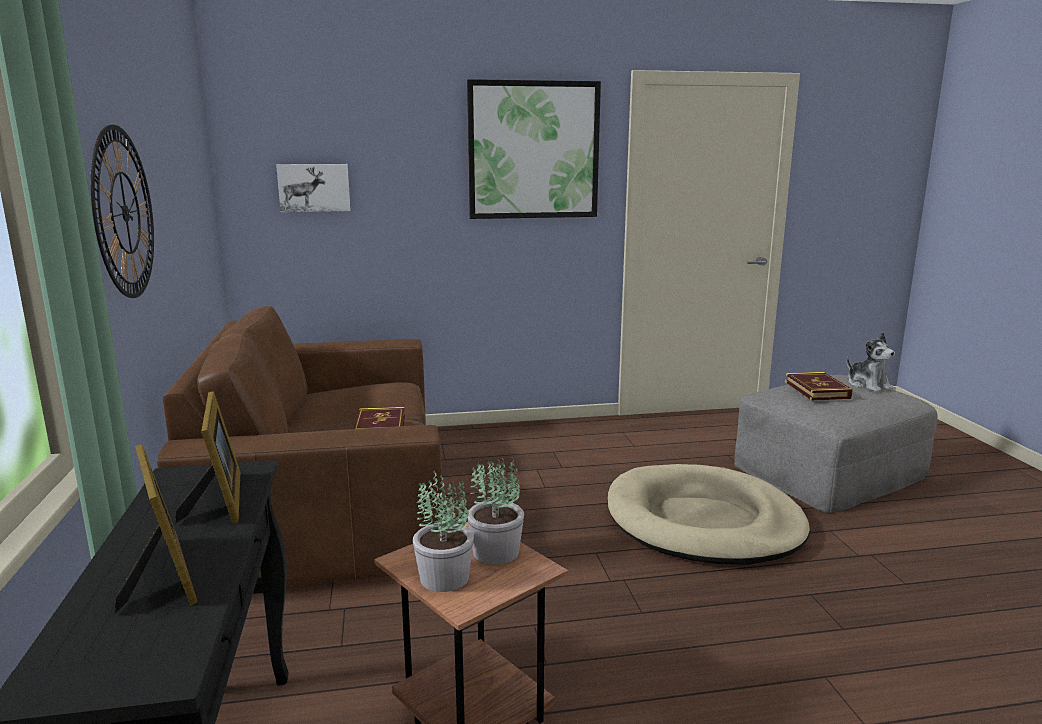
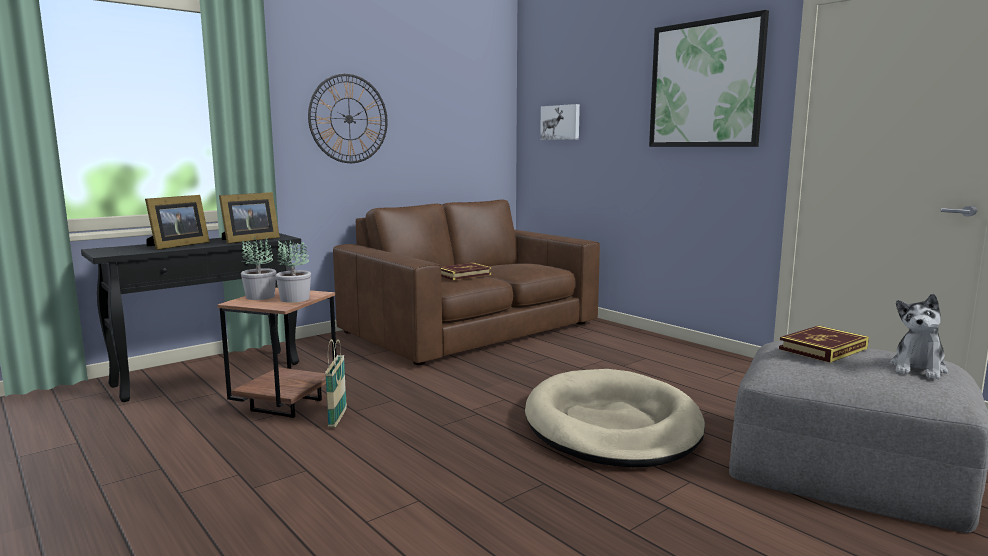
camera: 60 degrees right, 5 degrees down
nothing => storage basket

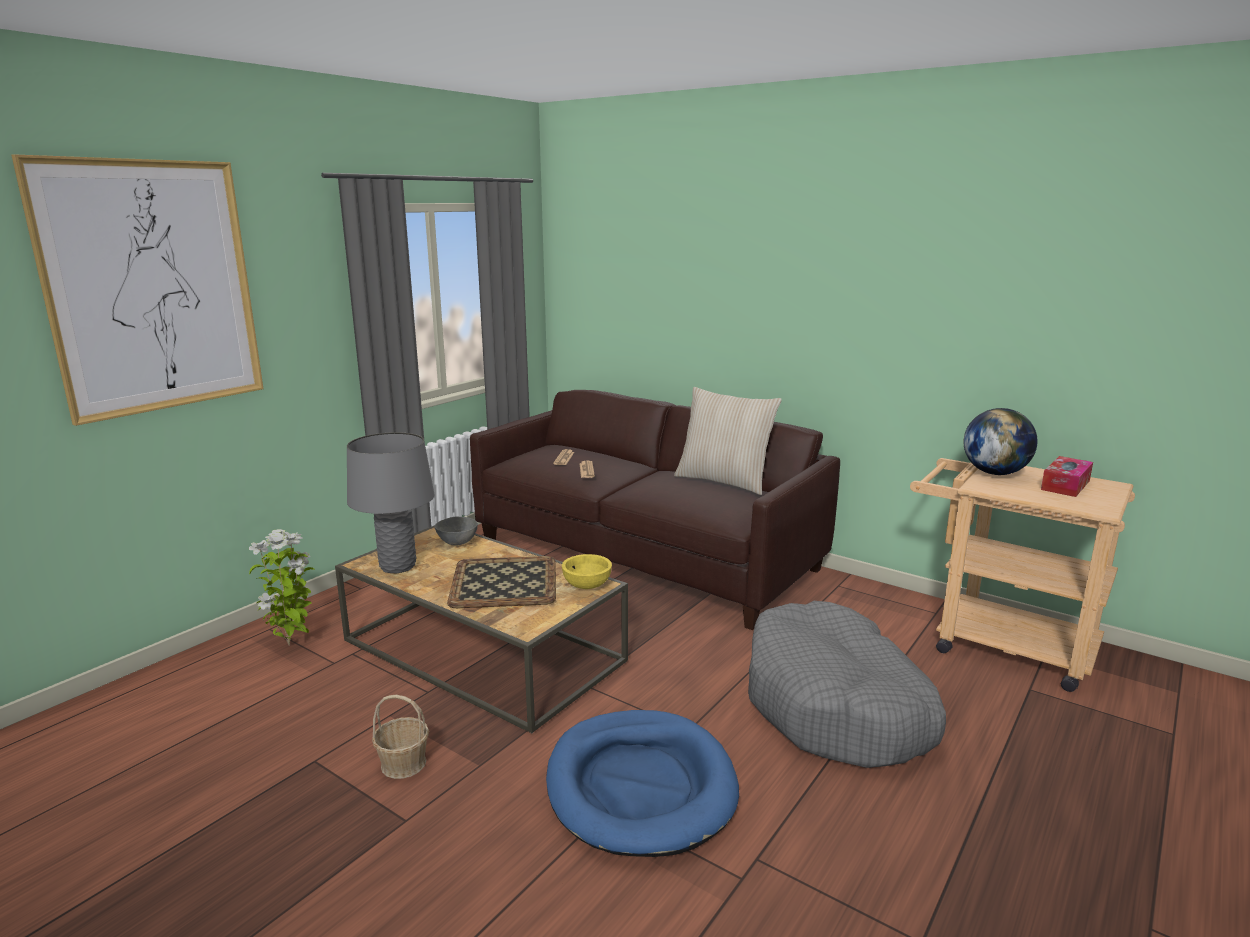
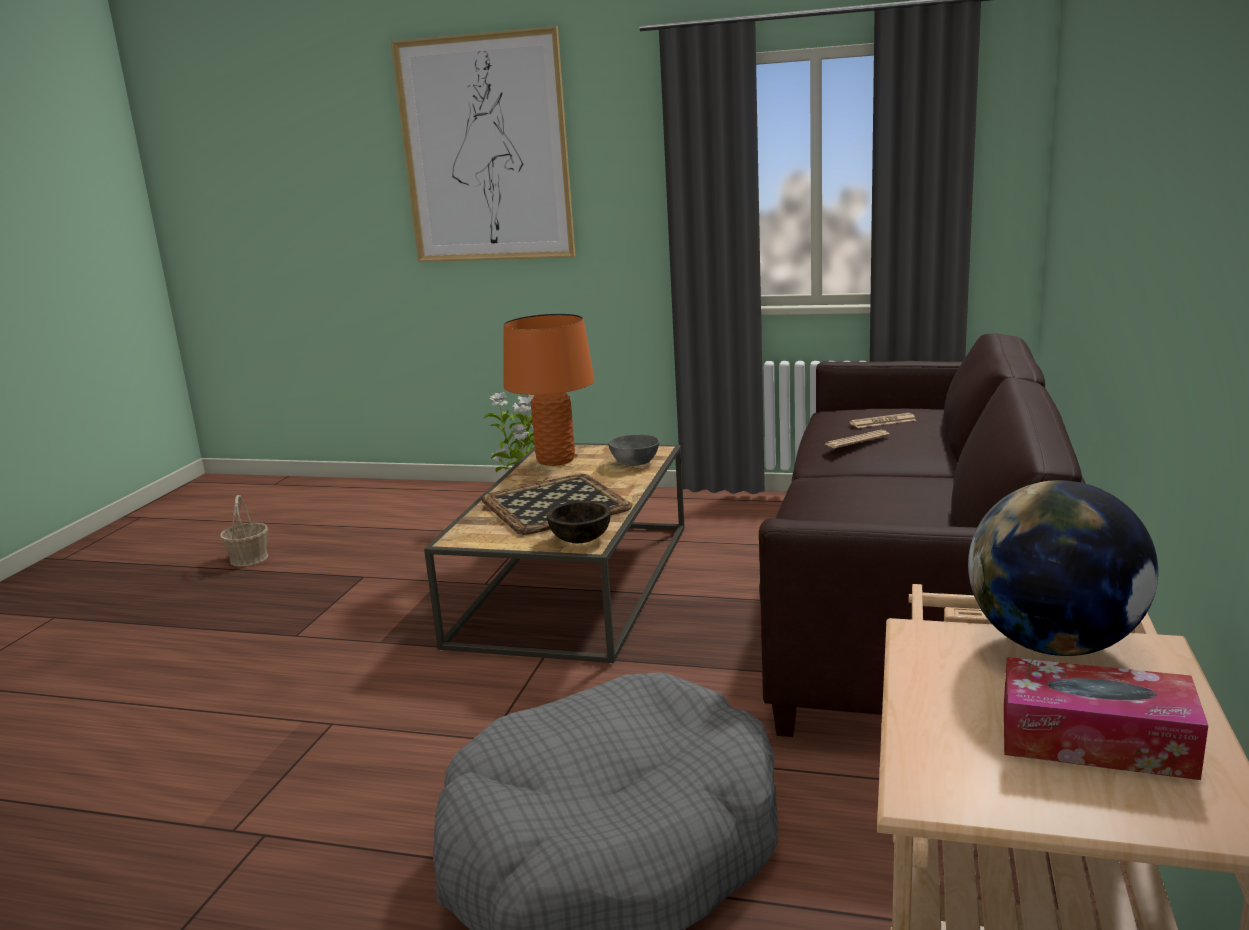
camera: 70 degrees right, 0 degrees up
blue dog cushion => nothing
beige cushion => nothing
storage basket, relocated
grey tabletop lamp => orange-coloured tabletop lamp
yellowish serving bowl => brown-coloured serving bowl

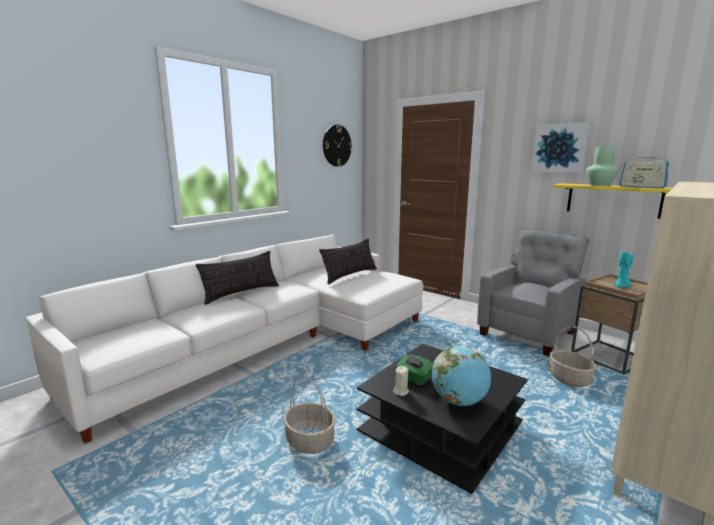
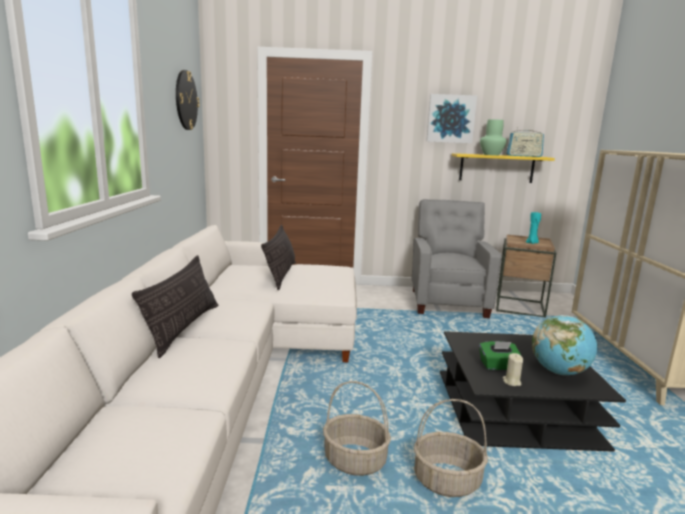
camera: 40 degrees left, 0 degrees up
storage basket (no. 2 from left in the first image) => storage basket (no. 1 from left), relocated

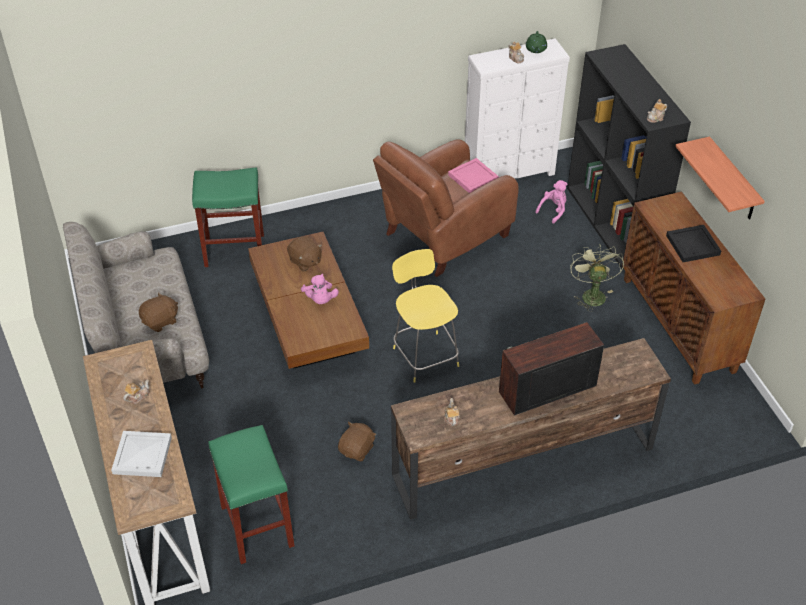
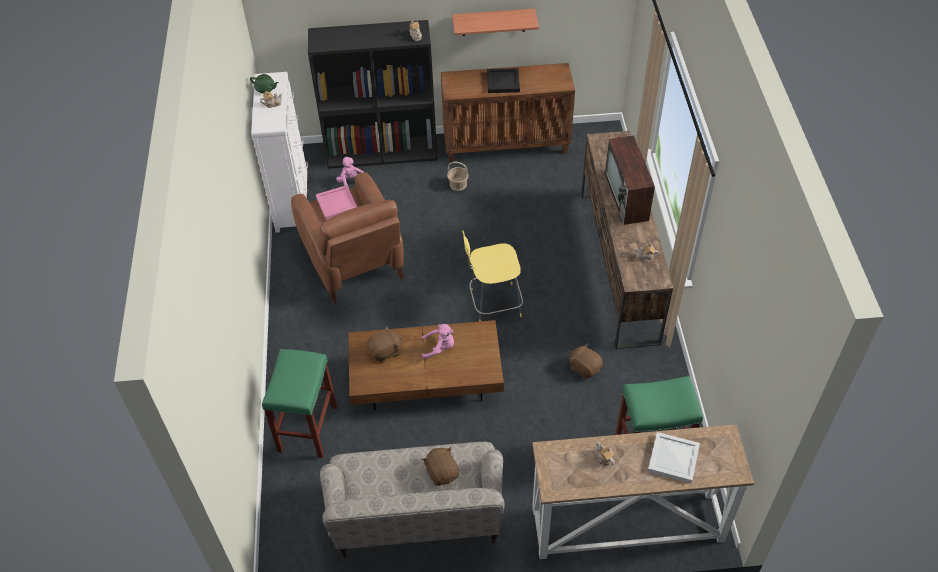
camera: 75 degrees left, 5 degrees up
greenish electric fan => storage basket

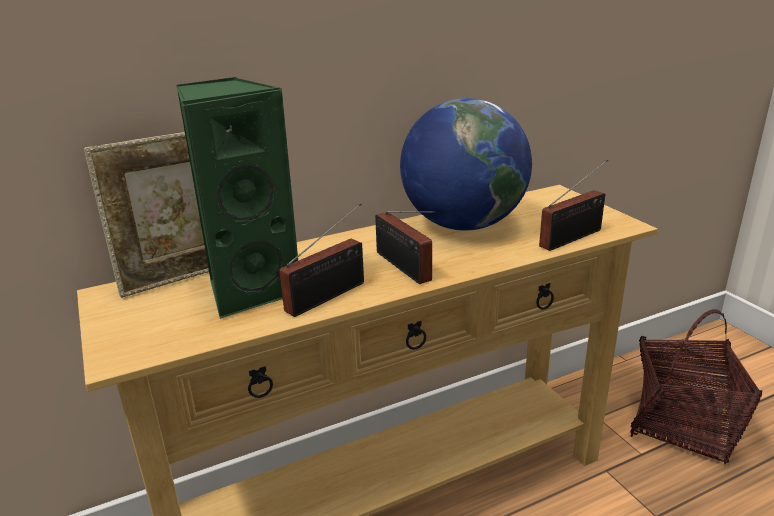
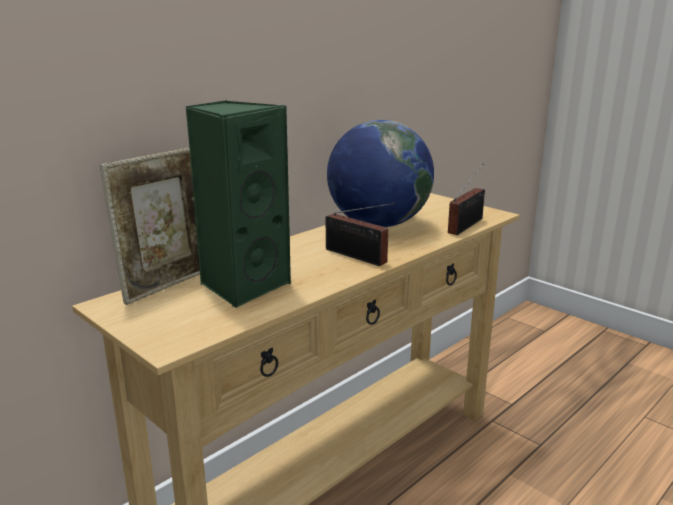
camera: 20 degrees left, 5 degrees down
radio set (no. 1 from left) => nothing
storage basket => nothing

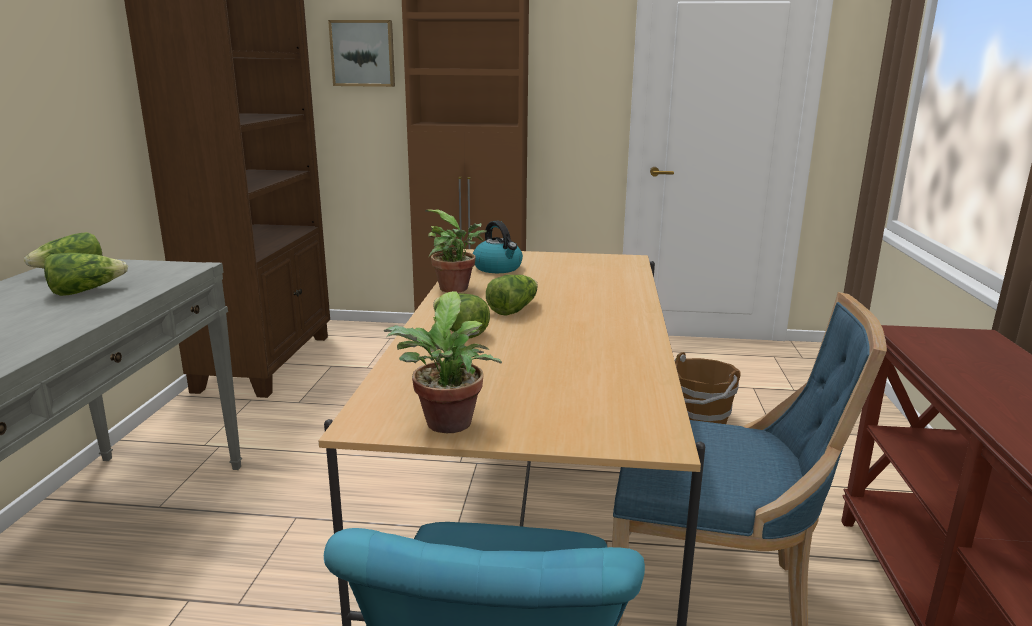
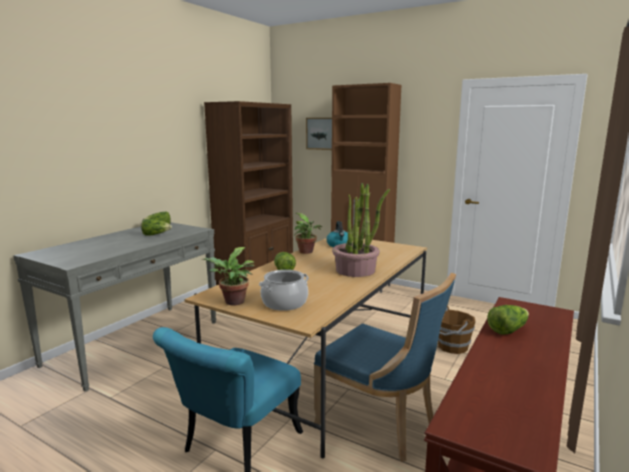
camera: 25 degrees right, 5 degrees down
nothing => cooking pot
nothing => potted plant (no. 3 from left)
head of lettuce (no. 4 from left), relocated

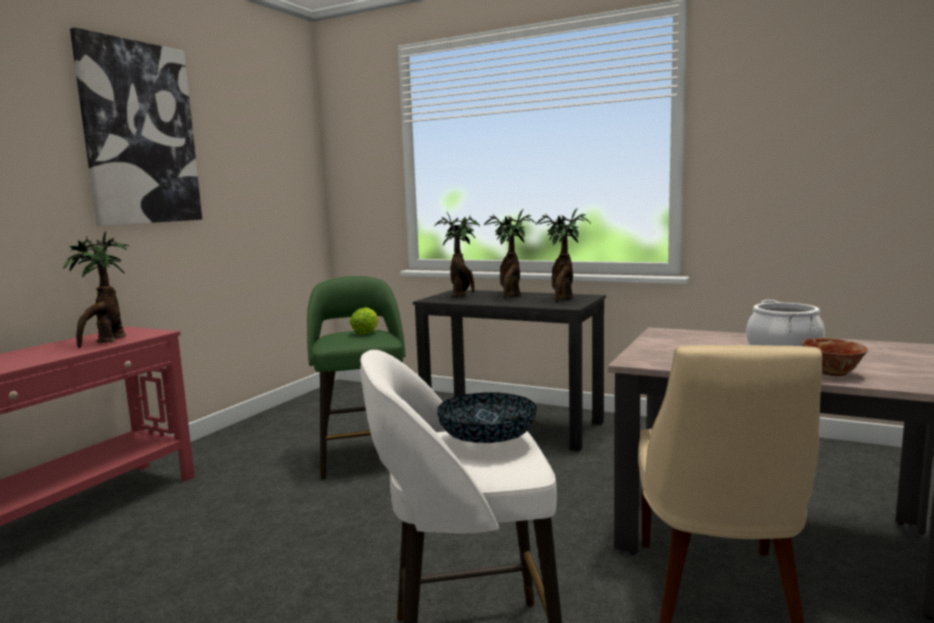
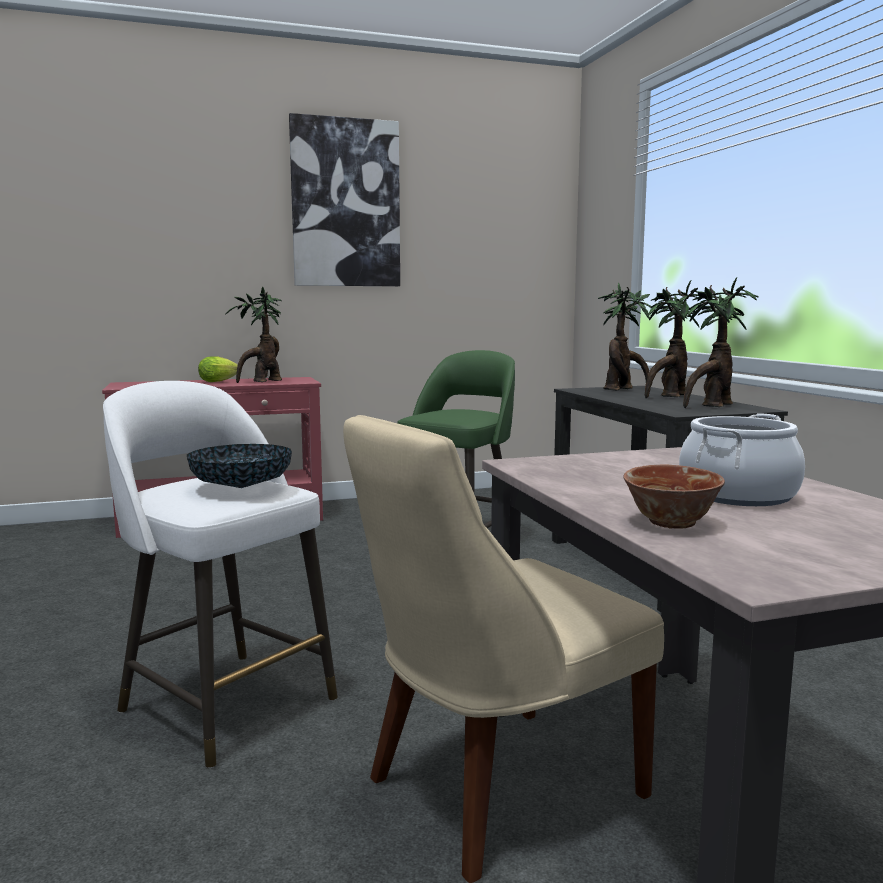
camera: 45 degrees right, 0 degrees up
head of lettuce, relocated

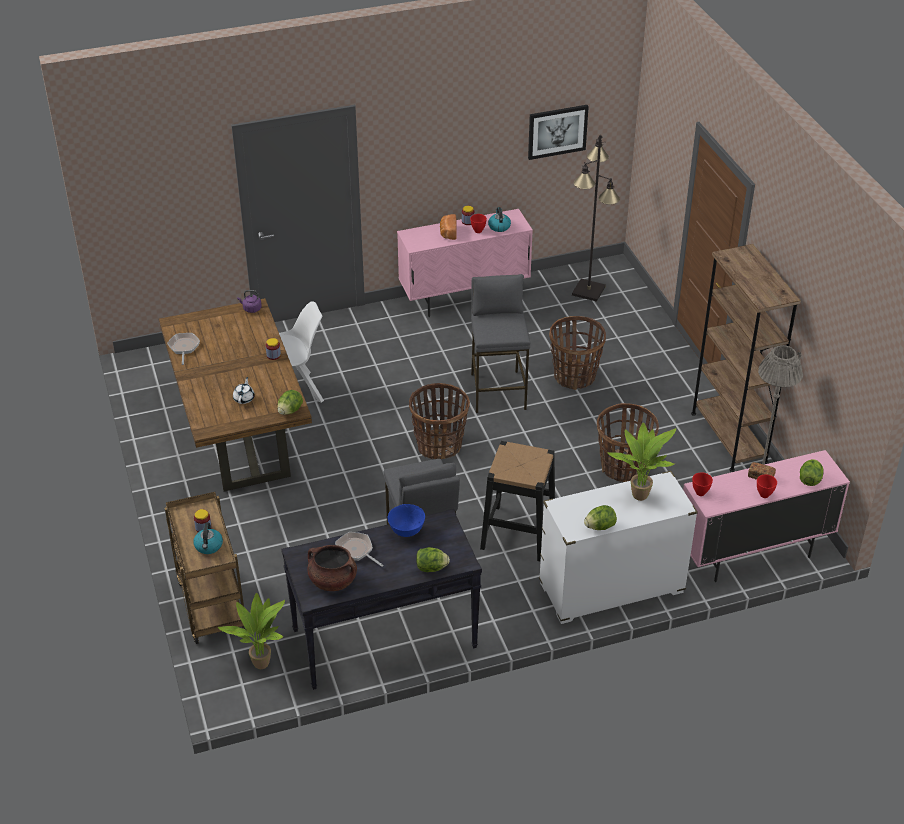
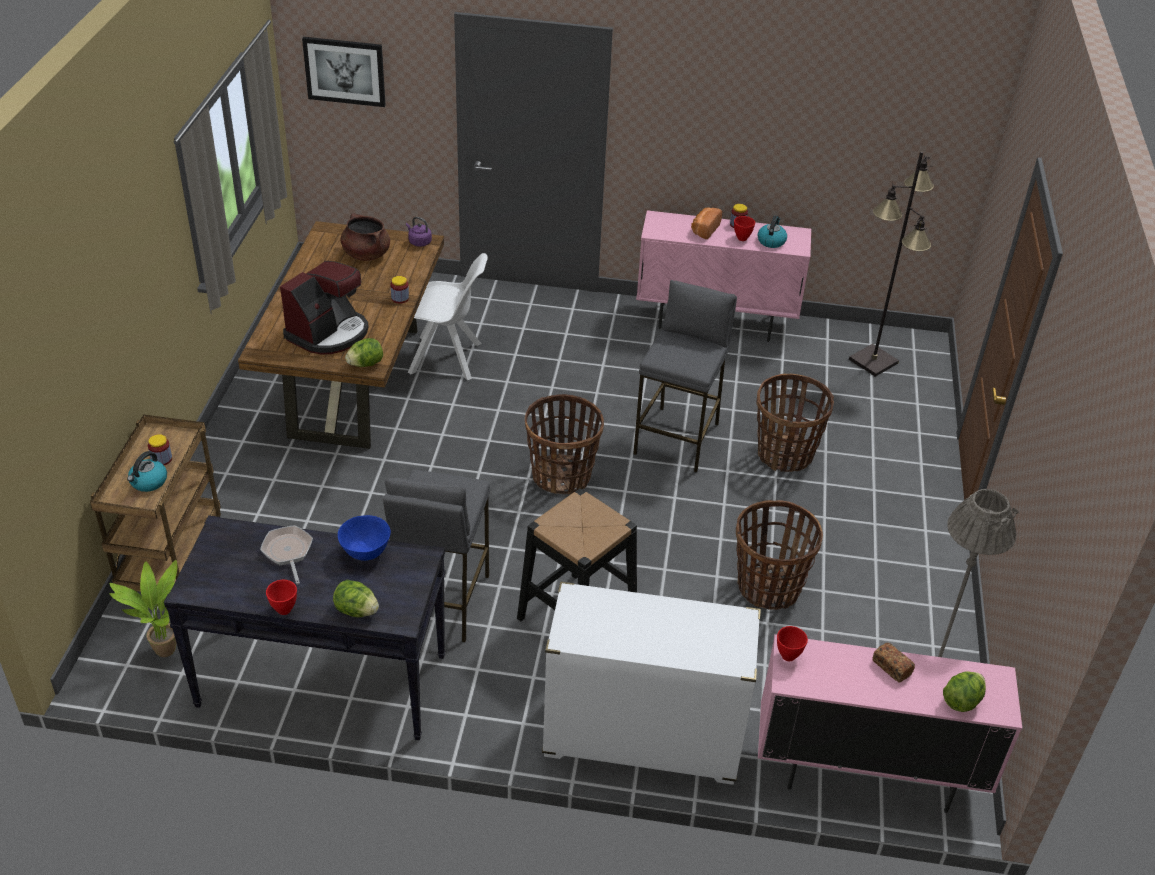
camera: 25 degrees right, 0 degrees up
frying pan (no. 1 from left) => nothing
head of lettuce (no. 3 from left) => nothing
potted plant (no. 2 from left) => nothing
brown-coloured bookshelf => nothing
brown-coloured cooking pot, relocated
wall picture, relocated
red serving bowl (no. 3 from left in the first image) => red serving bowl (no. 1 from left), relocated
white-coloured pot for tea => coffee machine

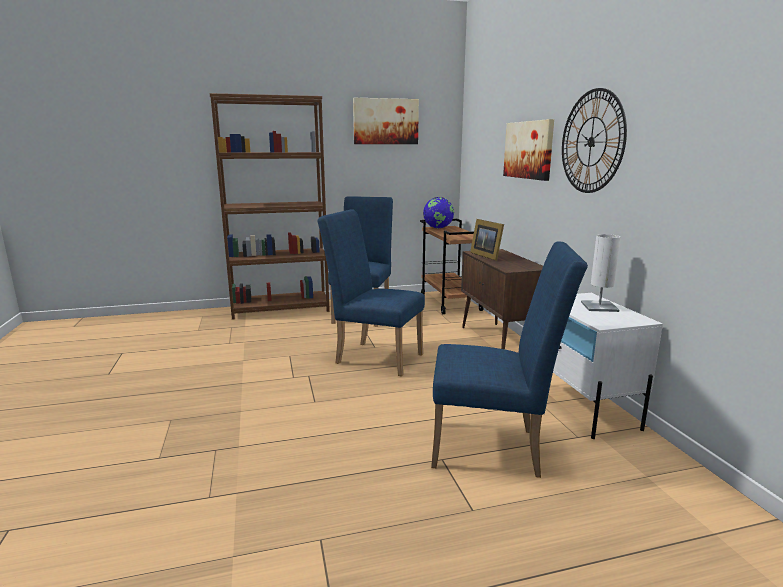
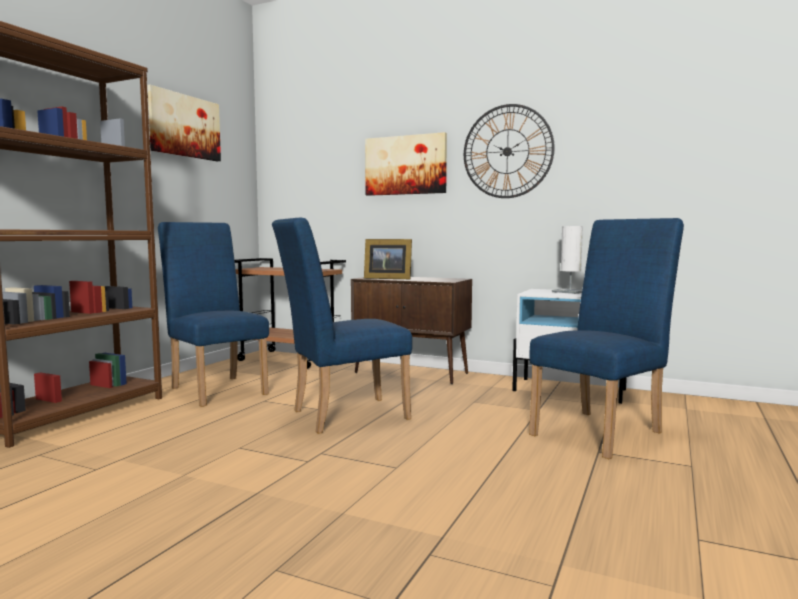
camera: 50 degrees left, 10 degrees down
desk globe => nothing

